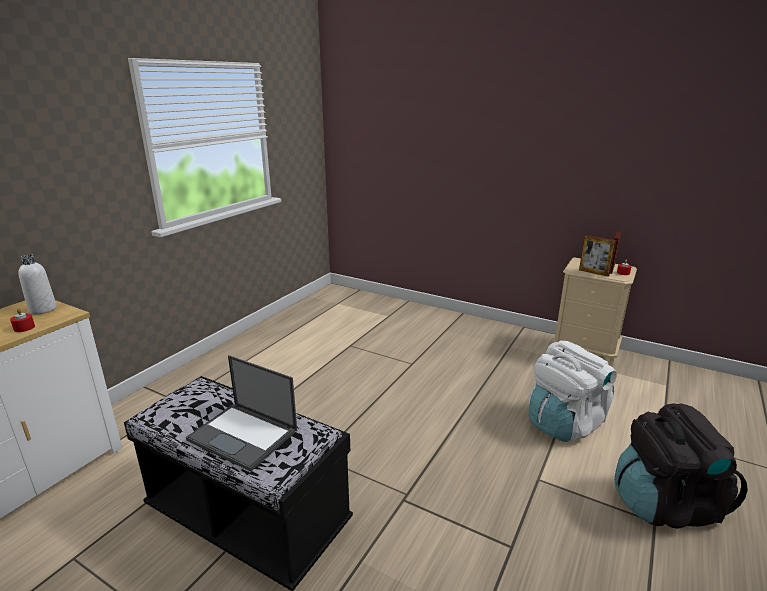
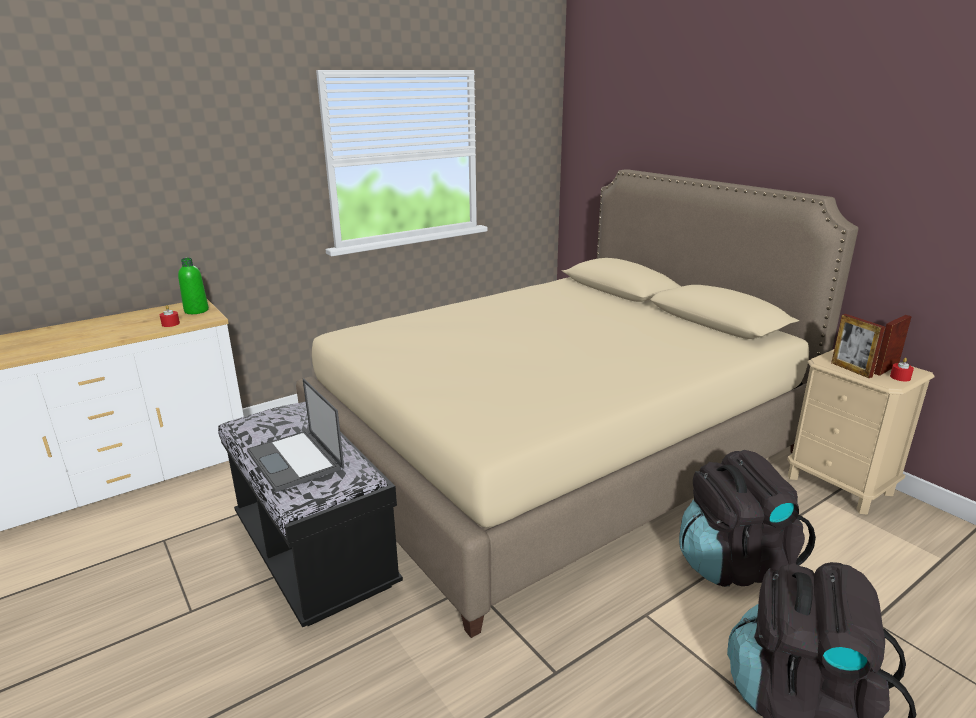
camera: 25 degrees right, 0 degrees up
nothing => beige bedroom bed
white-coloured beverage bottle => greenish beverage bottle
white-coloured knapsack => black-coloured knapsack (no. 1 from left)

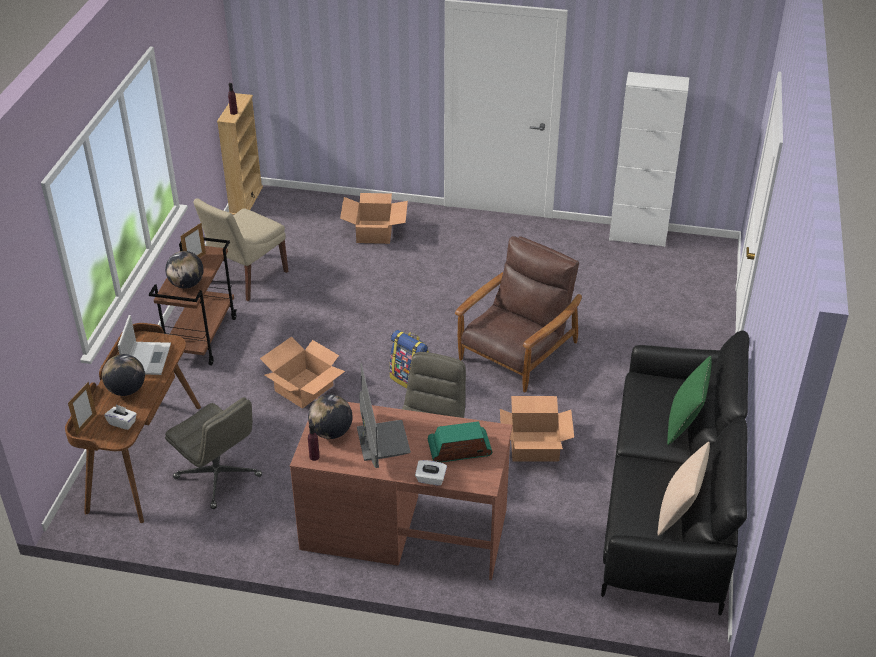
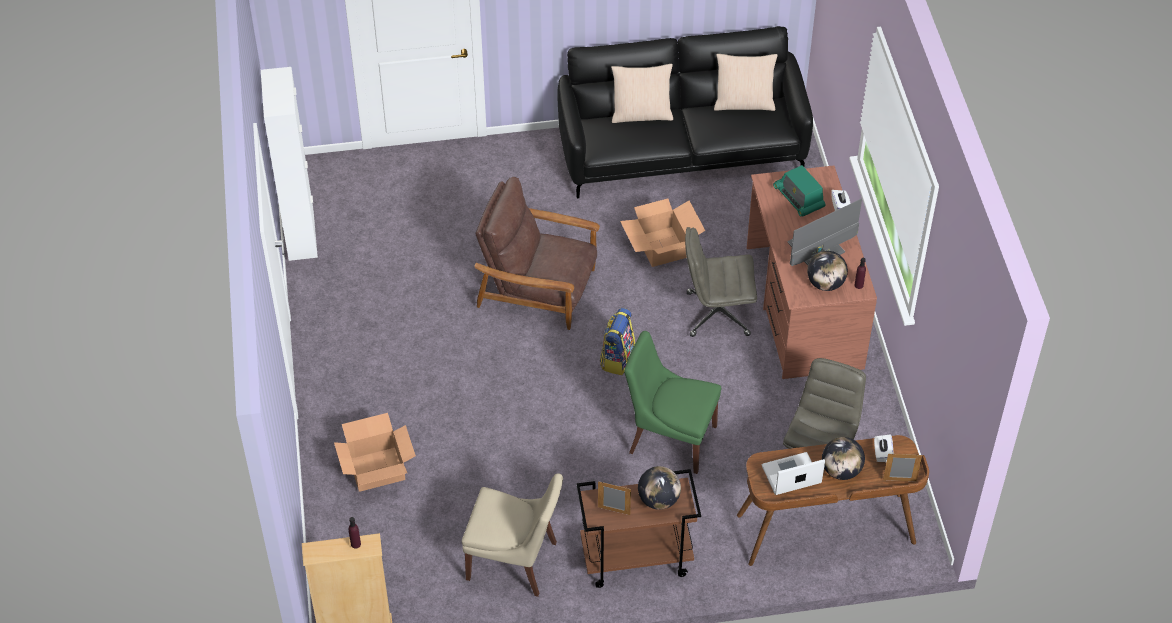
camera: 110 degrees left, 10 degrees up
carton (no. 1 from left) => greenish chair
greenish cushion => beige cushion (no. 1 from left)

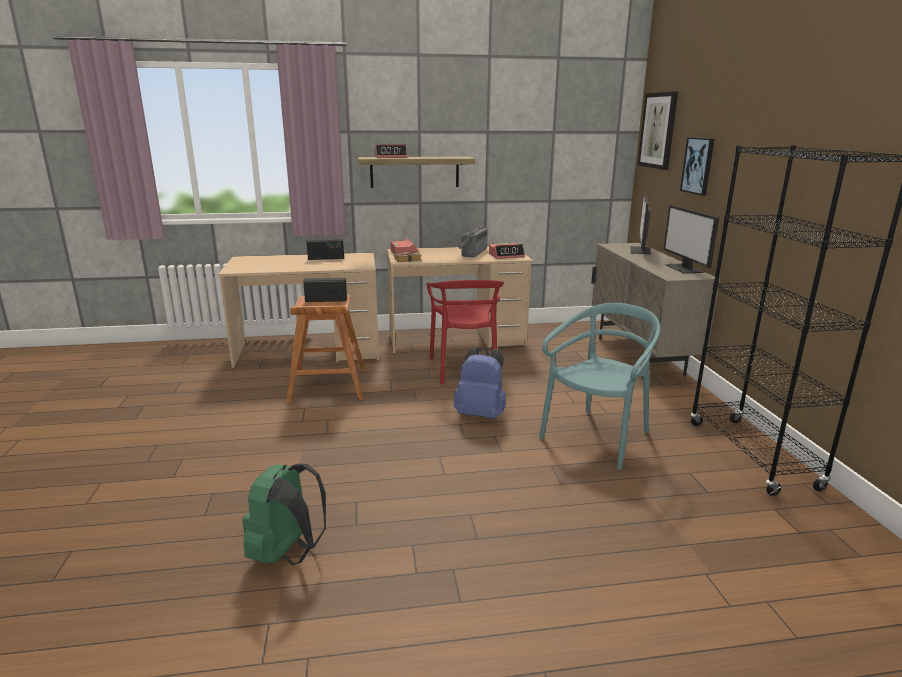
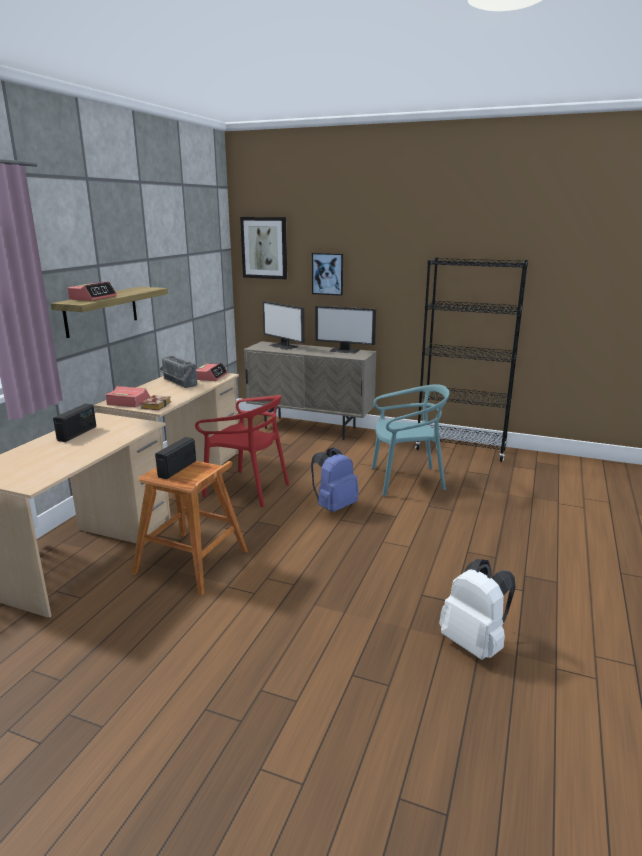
camera: 60 degrees left, 0 degrees up
greenish knapsack => white-coloured knapsack
turquoise chair, 105 degrees clockwise

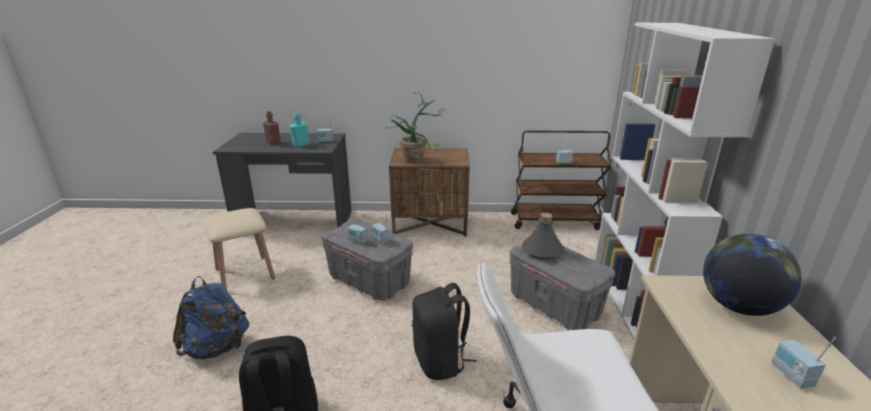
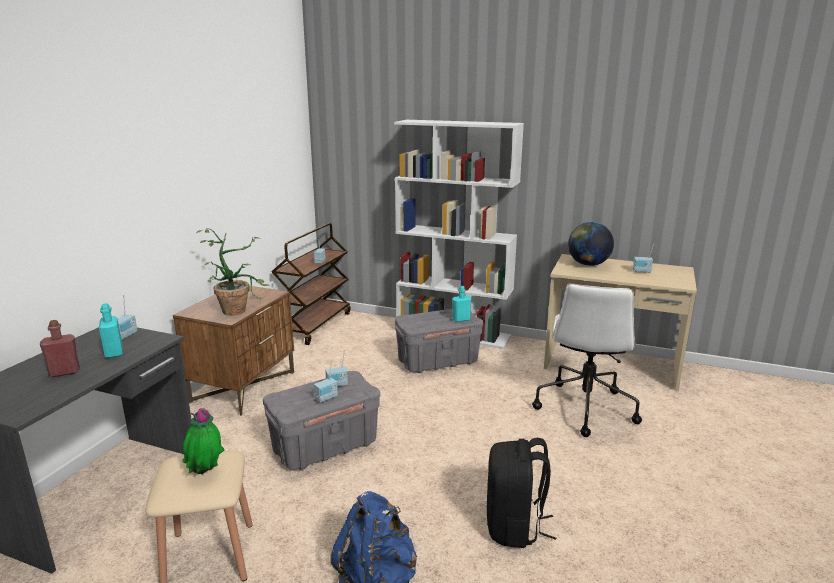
camera: 70 degrees left, 5 degrees down
black-coloured knapsack (no. 2 from left) => nothing
grey beverage bottle => nothing
nothing => potted plant (no. 1 from left)
nothing => turquoise beverage bottle (no. 2 from left)

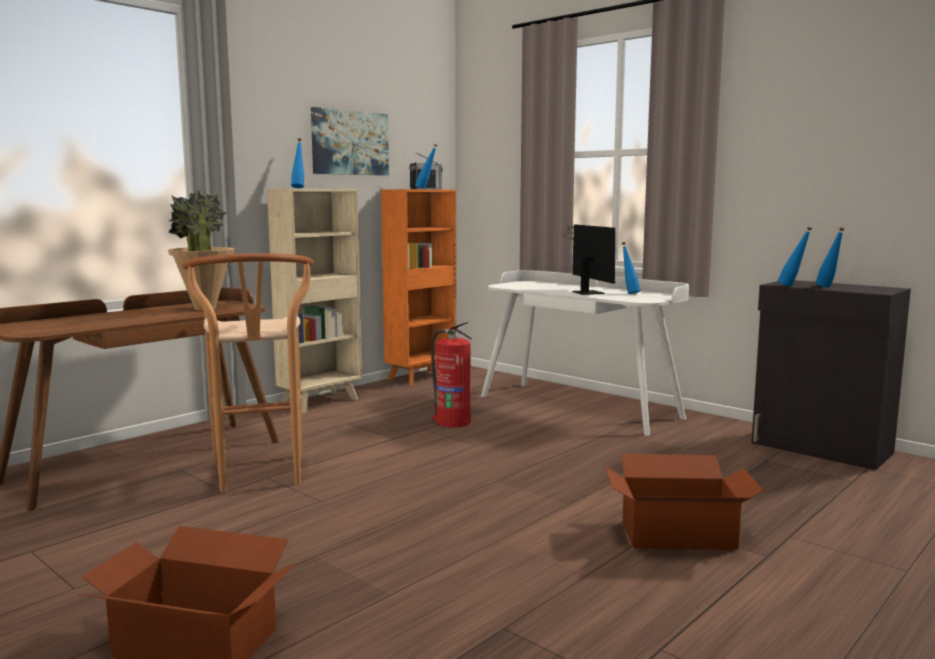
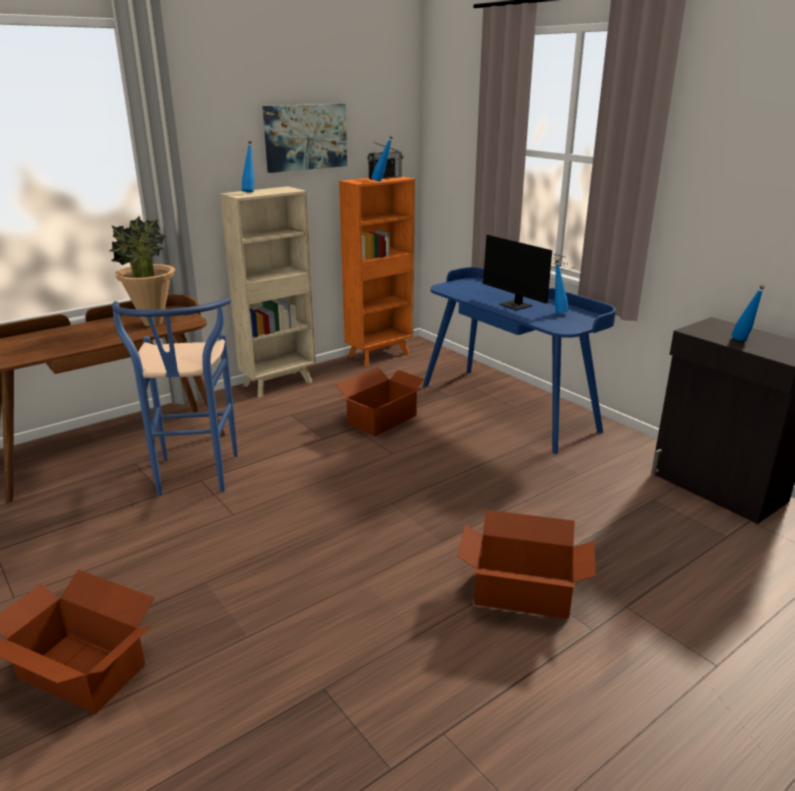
camera: 10 degrees right, 15 degrees up
blue beverage bottle (no. 4 from left) => nothing
extinguisher => carton (no. 2 from left)
brown-coloured stool => blue stool
white-coloured desk table => blue desk table
computer screen, 150 degrees clockwise

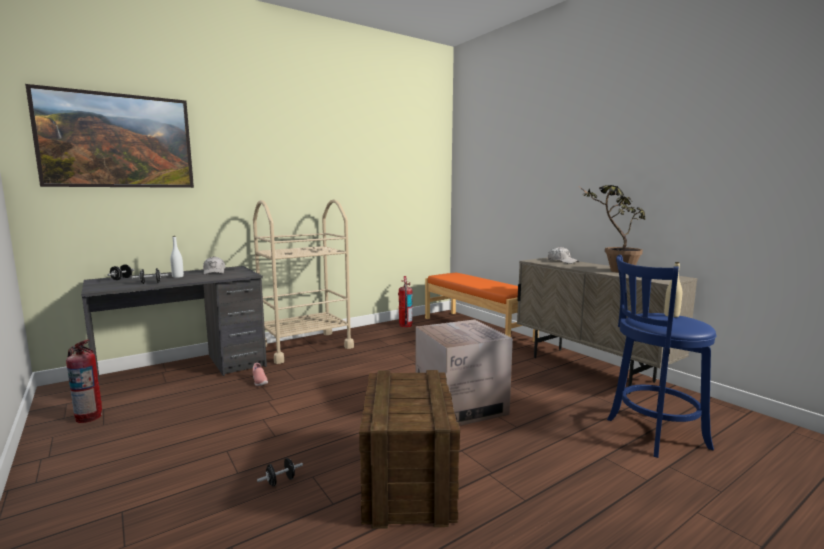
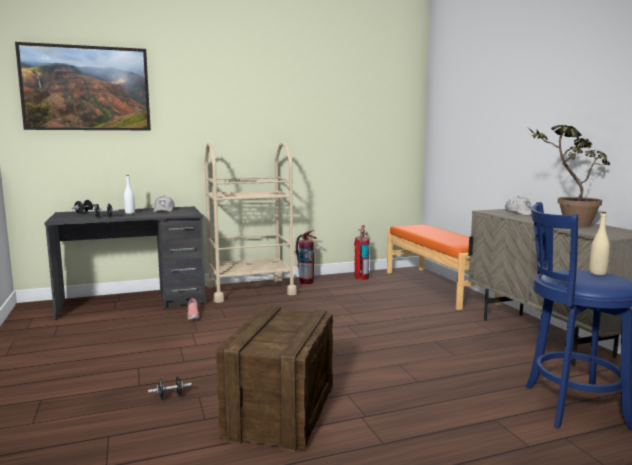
camera: 15 degrees right, 0 degrees up
carton => nothing
extinguisher (no. 1 from left), relocated

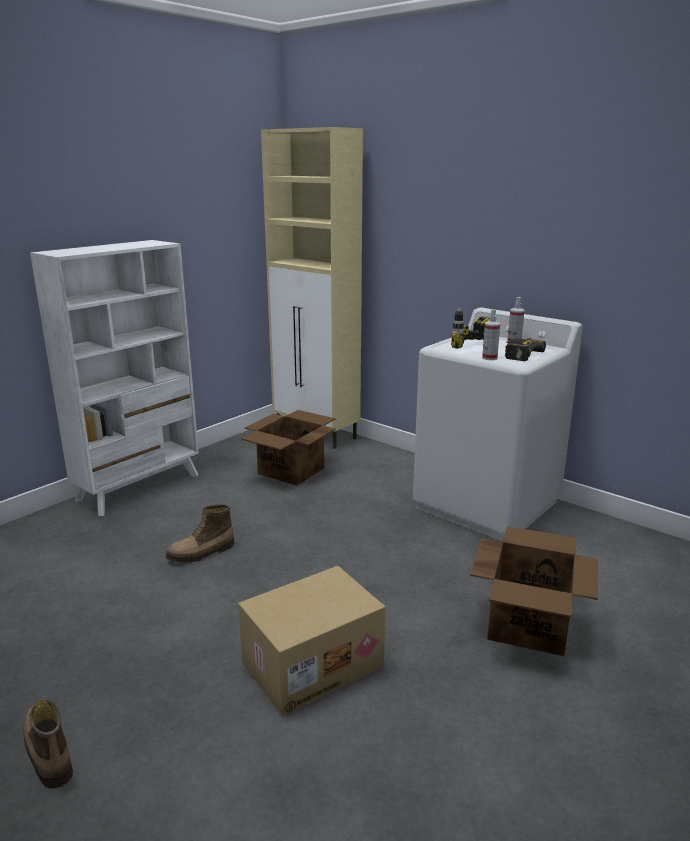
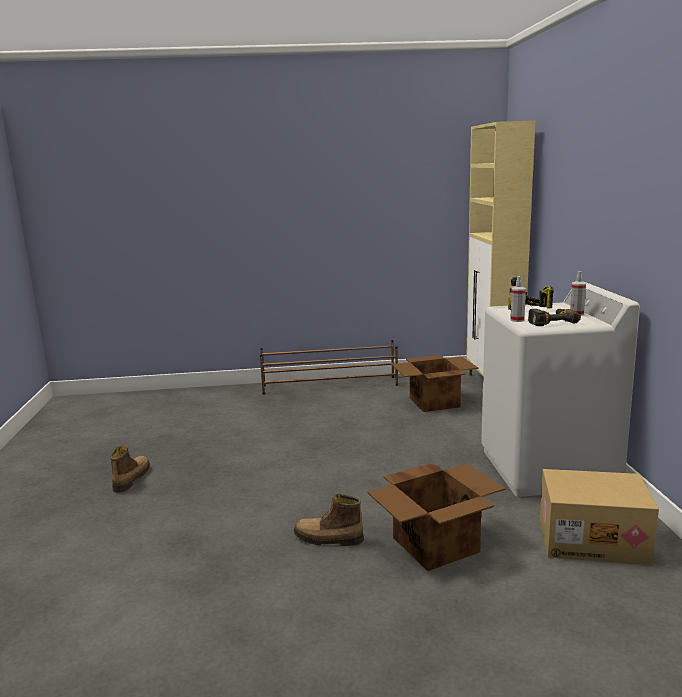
camera: 45 degrees right, 5 degrees down
tall boot (no. 2 from left), relocated
carton (no. 2 from left in the first image) => carton (no. 3 from left), relocated
white-coloured bookshelf => brown-coloured shoe shelf

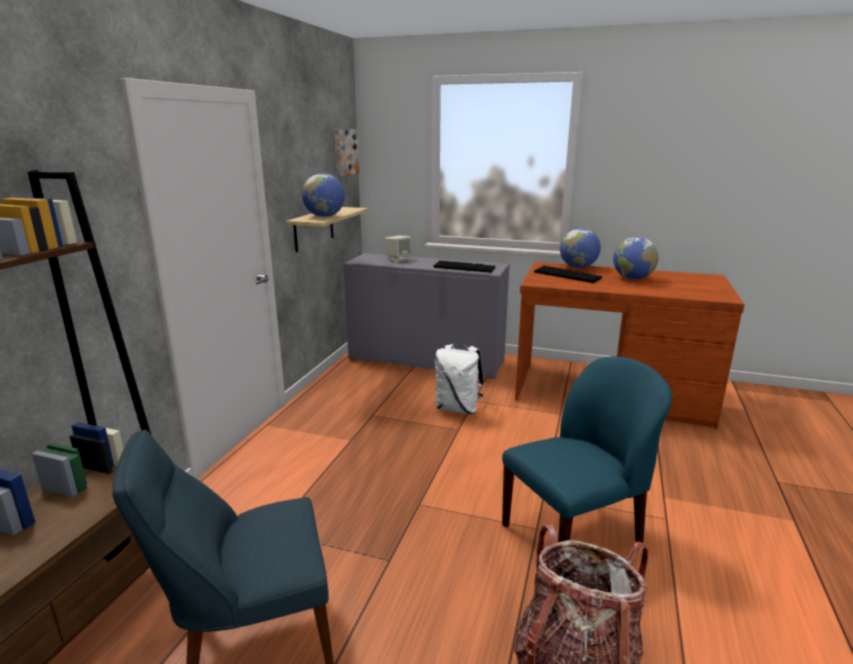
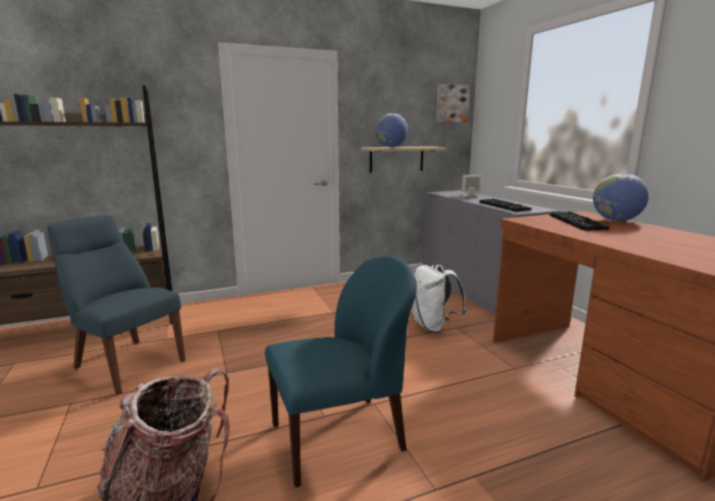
camera: 50 degrees right, 5 degrees down
desk globe (no. 3 from left) => nothing
blue chair (no. 2 from left), 45 degrees counterclockwise

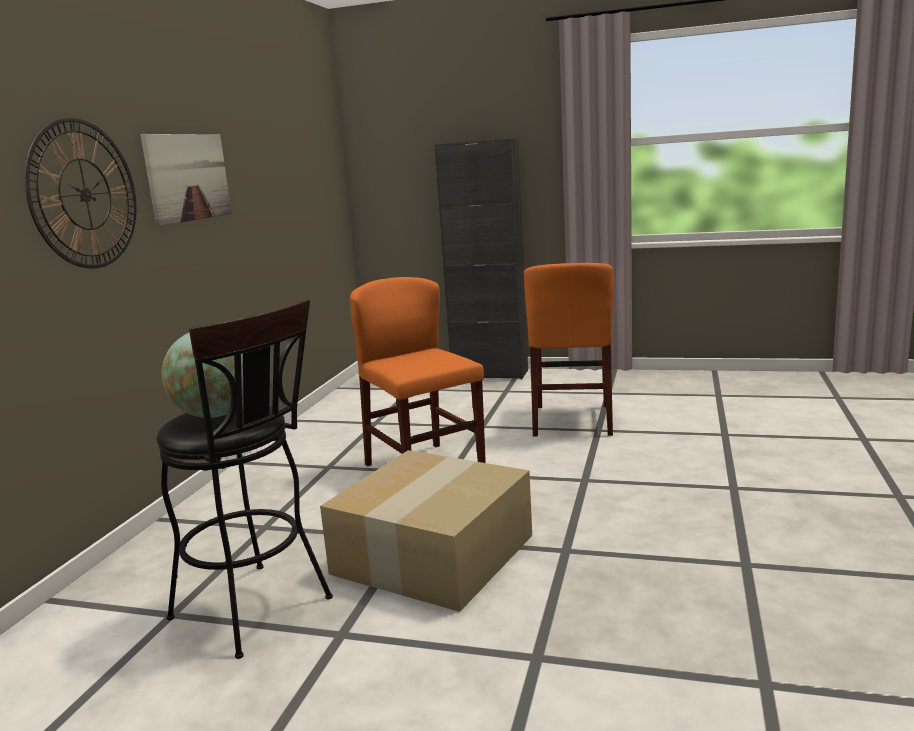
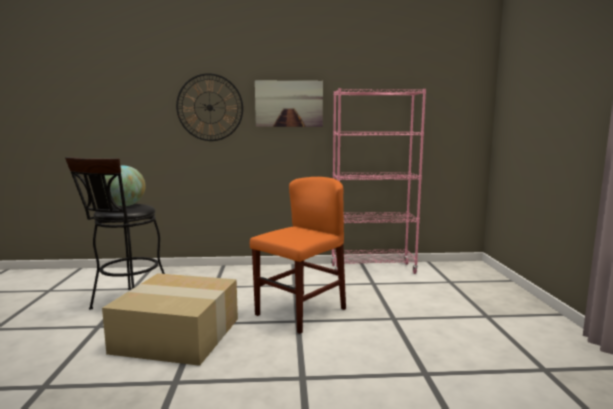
camera: 70 degrees right, 5 degrees down
black-coloured storage cabinet => nothing
orange-coloured chair (no. 2 from left) => nothing
nothing => pinkish bookshelf

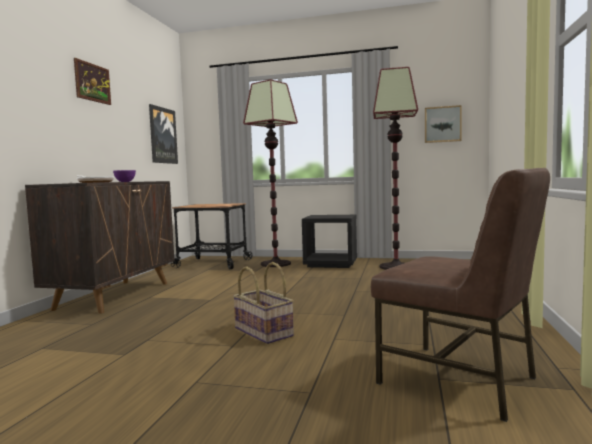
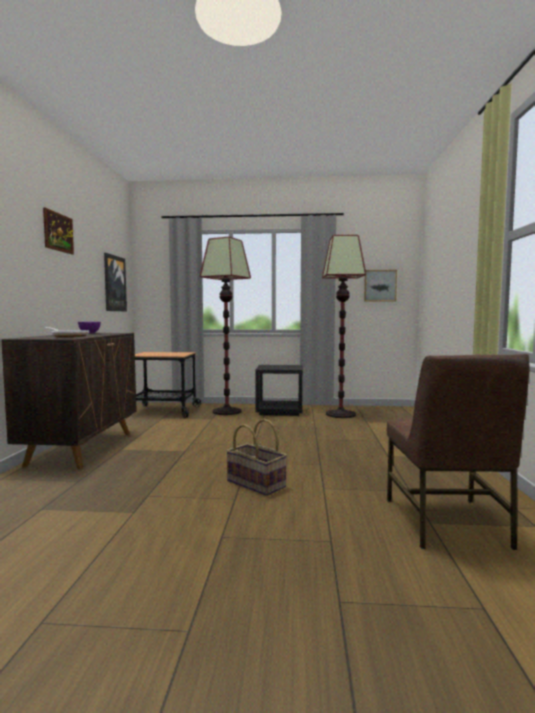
camera: 10 degrees left, 0 degrees up
brown-coloured chair, 60 degrees clockwise

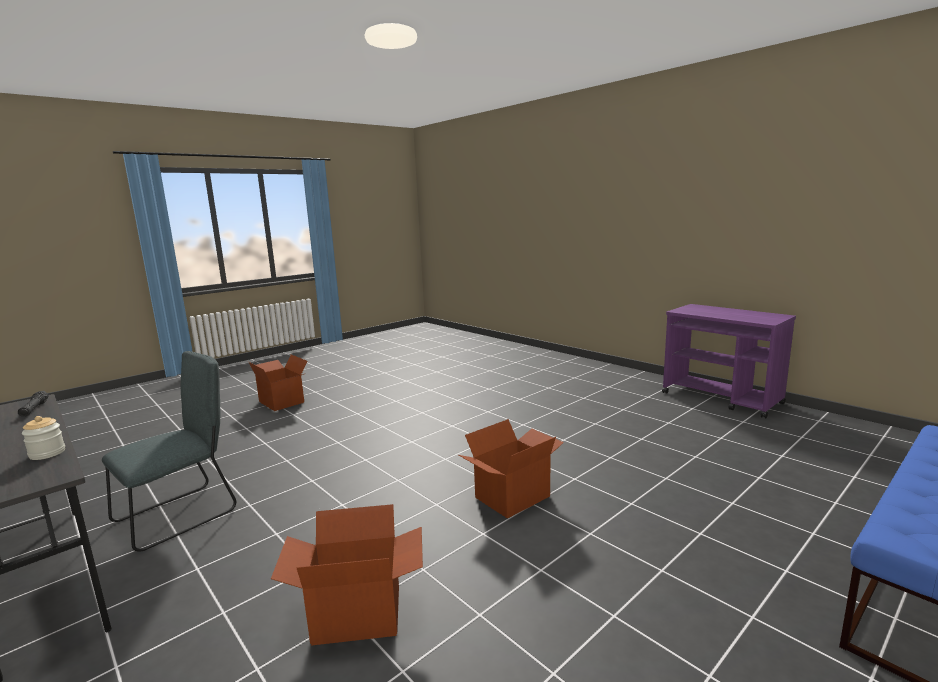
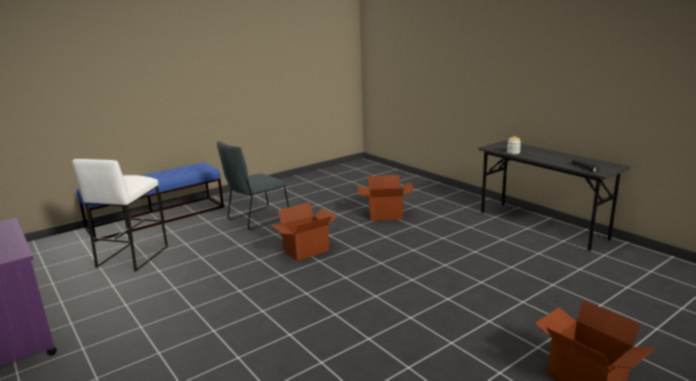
camera: 175 degrees left, 5 degrees up
nothing => white-coloured stool
grey chair, relocated

